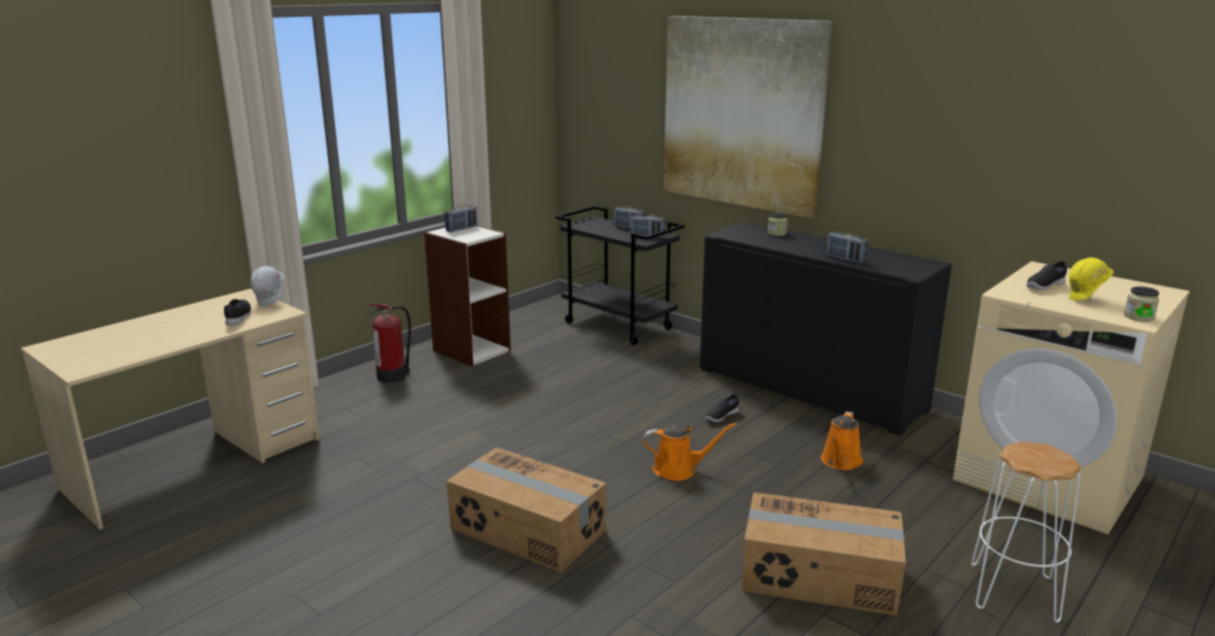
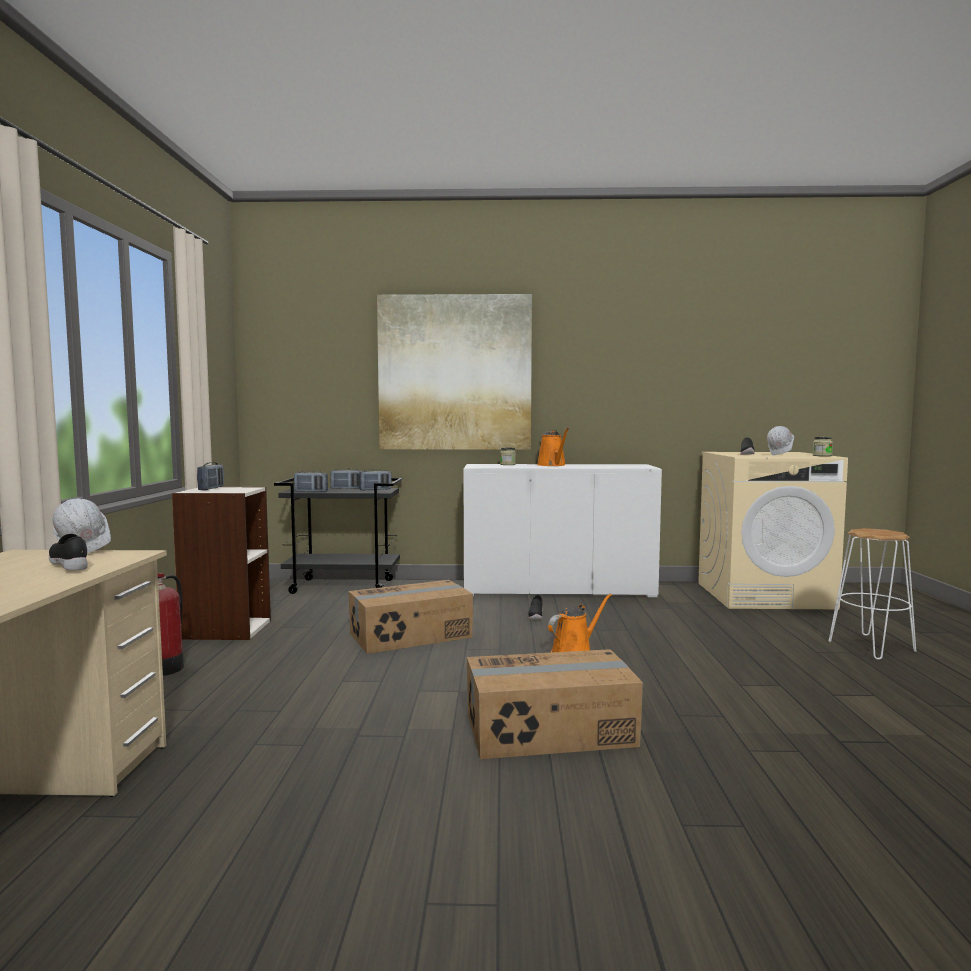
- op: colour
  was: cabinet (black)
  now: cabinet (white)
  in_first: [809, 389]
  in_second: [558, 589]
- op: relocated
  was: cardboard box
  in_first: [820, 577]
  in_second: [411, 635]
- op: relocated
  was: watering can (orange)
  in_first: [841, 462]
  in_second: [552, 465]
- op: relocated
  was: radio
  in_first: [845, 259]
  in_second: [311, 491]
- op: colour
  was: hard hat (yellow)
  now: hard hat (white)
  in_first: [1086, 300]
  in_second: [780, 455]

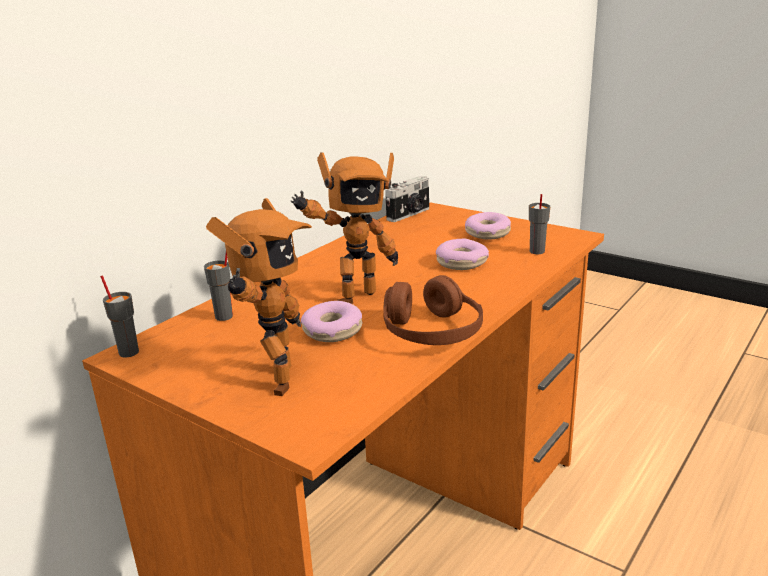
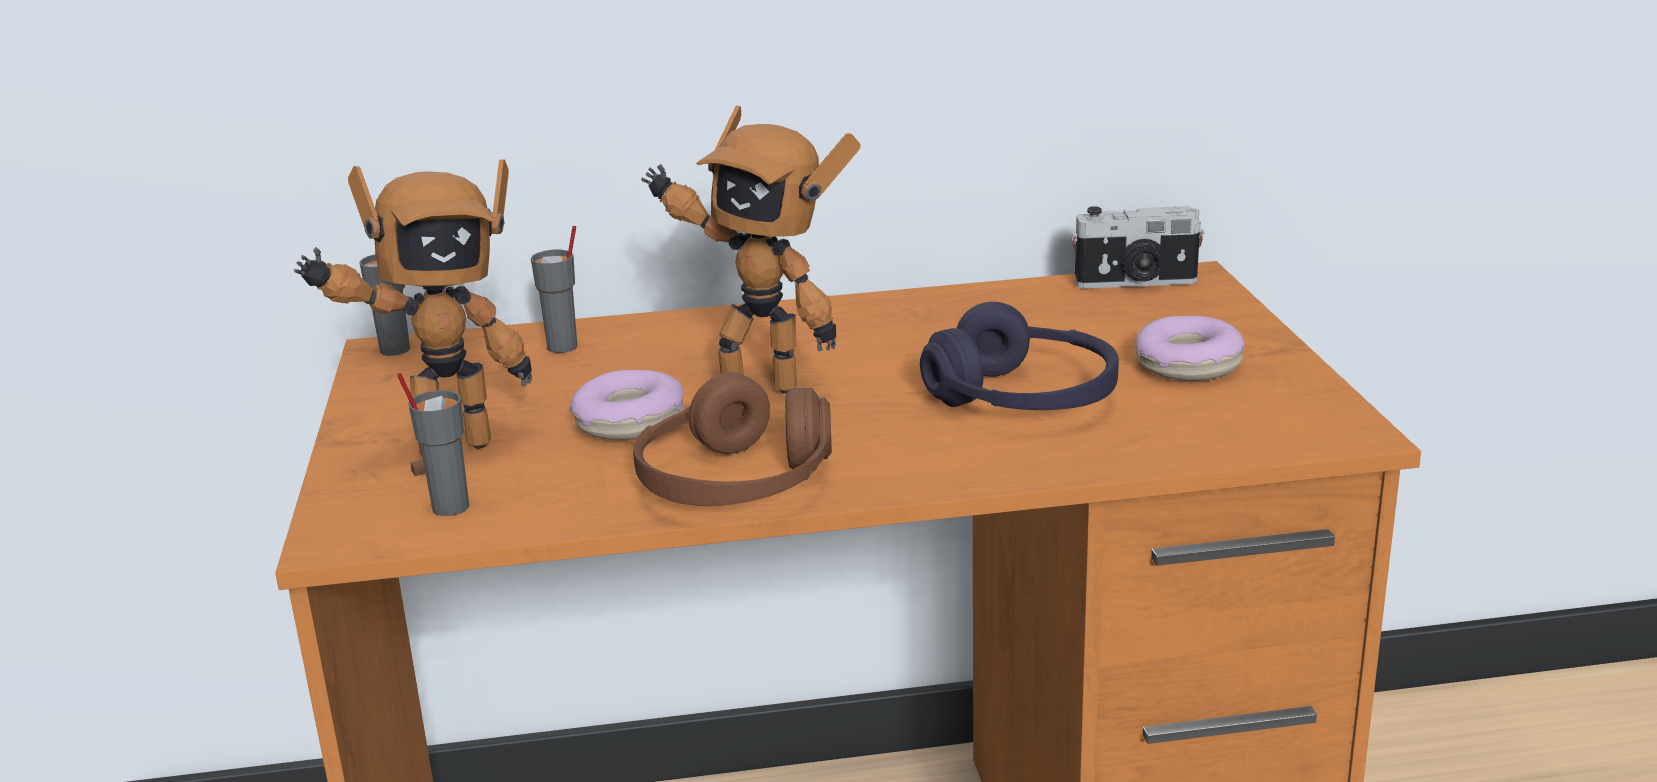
- op: exchanged
  was: donut
  now: headphones (purple)
  in_first: [462, 263]
  in_second: [1022, 398]
- op: relocated
  was: cup (grey)
  in_first: [536, 251]
  in_second: [449, 507]

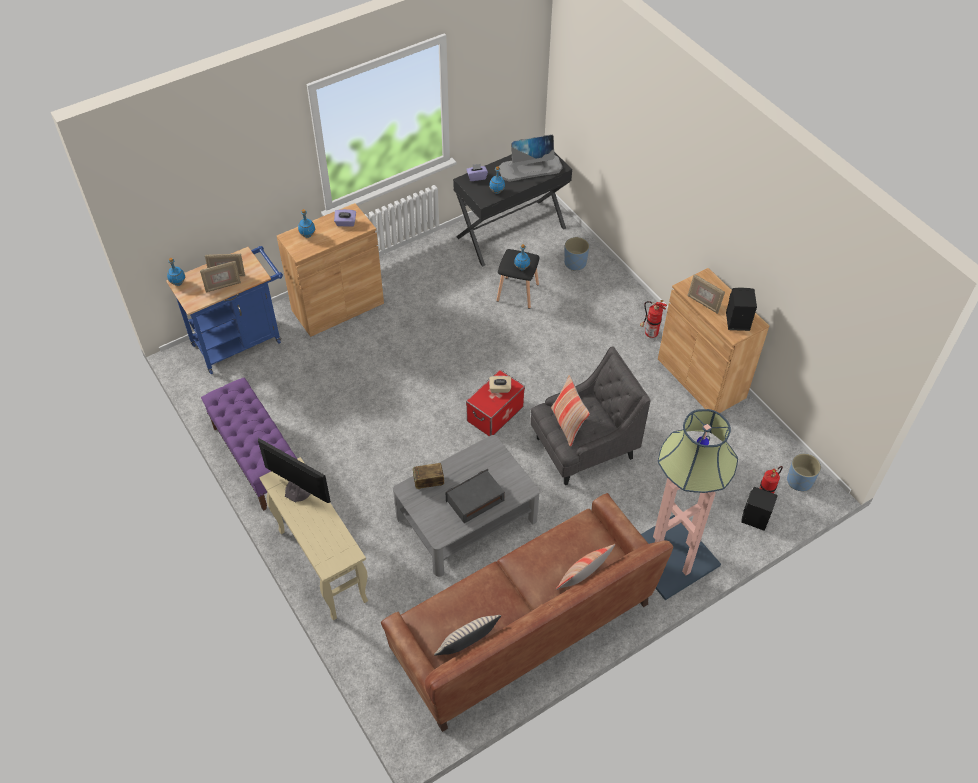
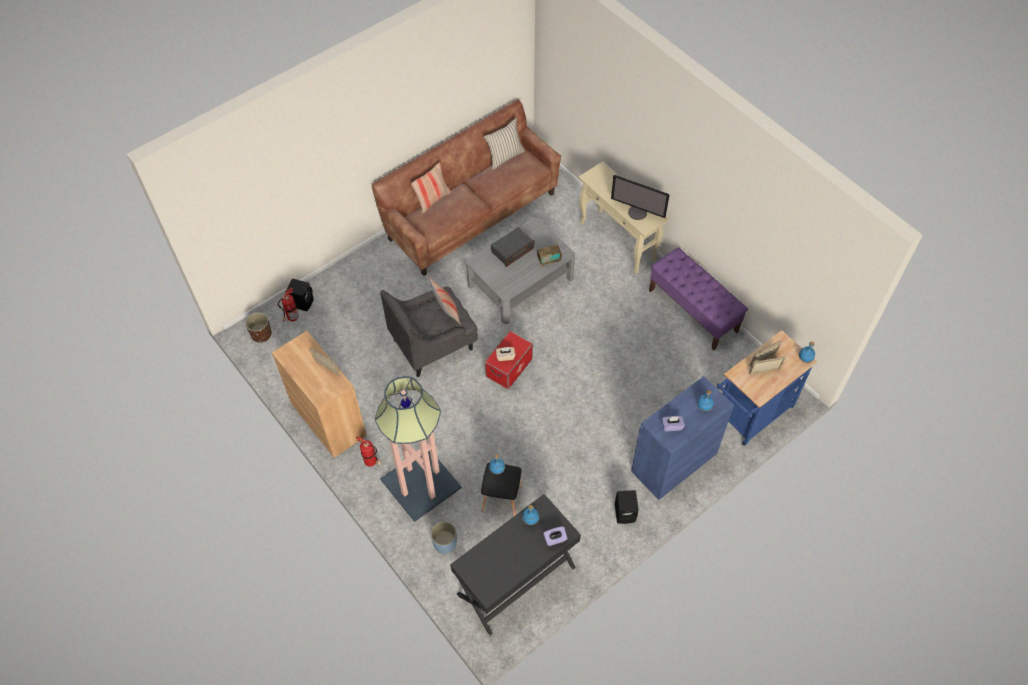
- op: colour
  was: cabinet (brown)
  now: cabinet (blue)
  in_first: [337, 307]
  in_second: [674, 462]
- op: missing
  was: monitor
  in_first: [530, 168]
- op: relocated
  was: floor lamp
  in_first: [670, 556]
  in_second: [421, 483]
- op: relocated
  was: speaker (black)
  in_first: [736, 321]
  in_second: [626, 513]
- op: colour
  was: planter (blue)
  now: planter (brown)
  in_first: [799, 481]
  in_second: [261, 334]

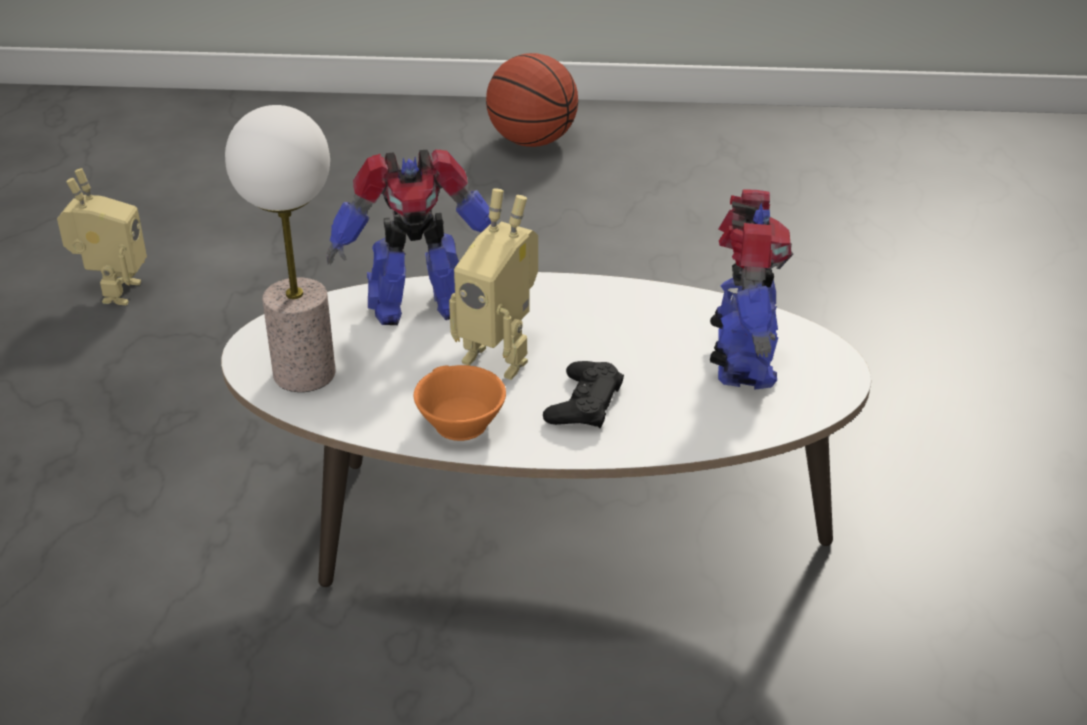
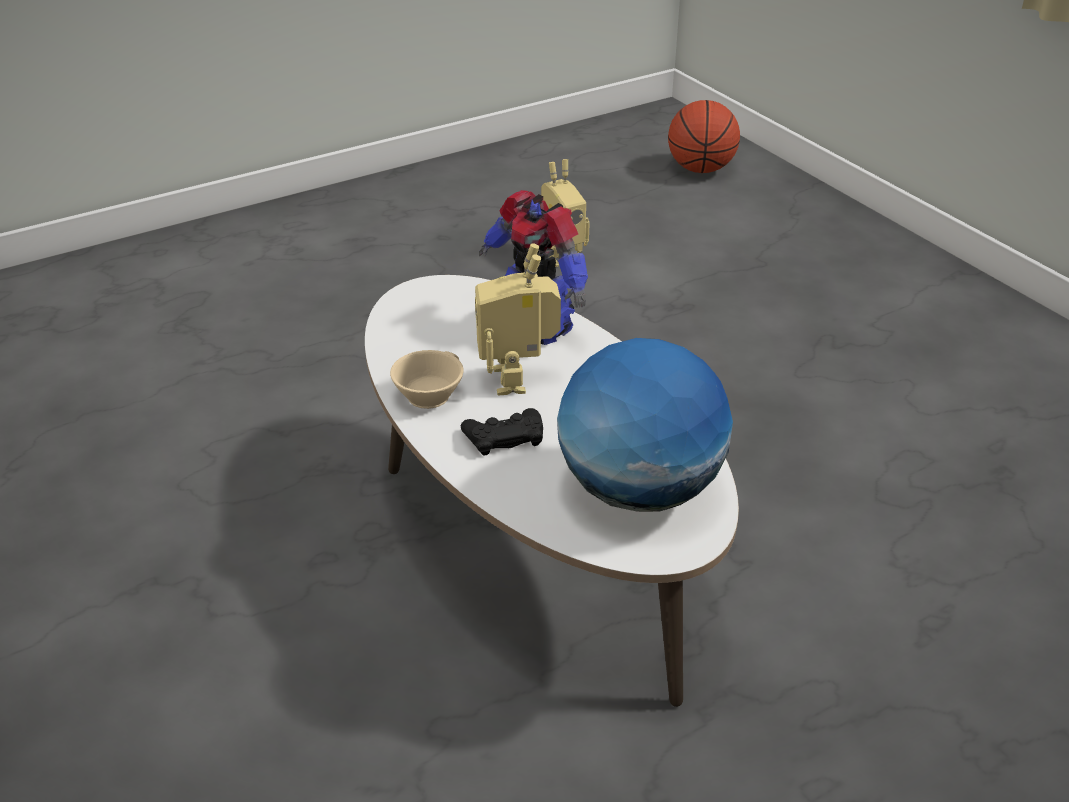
- op: missing
  was: table lamp
  in_first: [304, 373]
- op: colour
  was: cup (orange)
  now: cup (beige)
  in_first: [456, 422]
  in_second: [427, 393]
- op: relocated
  was: basketball
  in_first: [532, 141]
  in_second: [700, 169]
- op: exchanged
  was: toy robot
  now: globe
  in_first: [742, 361]
  in_second: [638, 490]

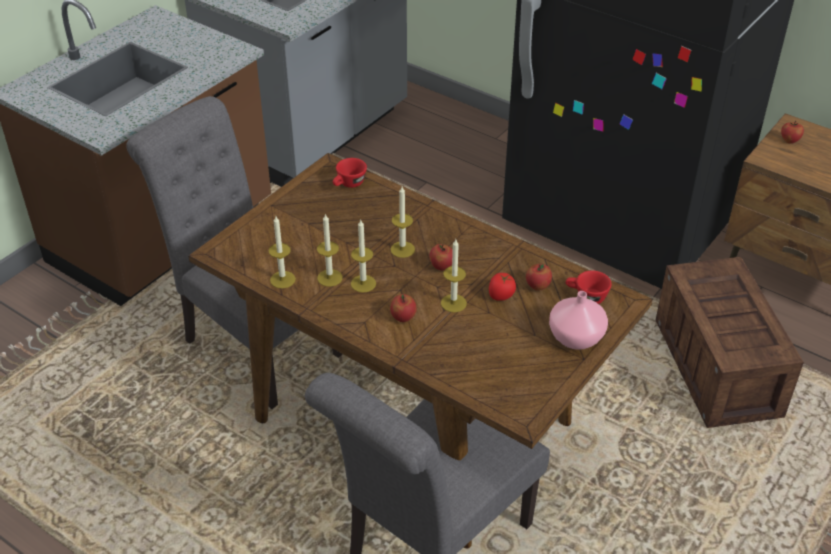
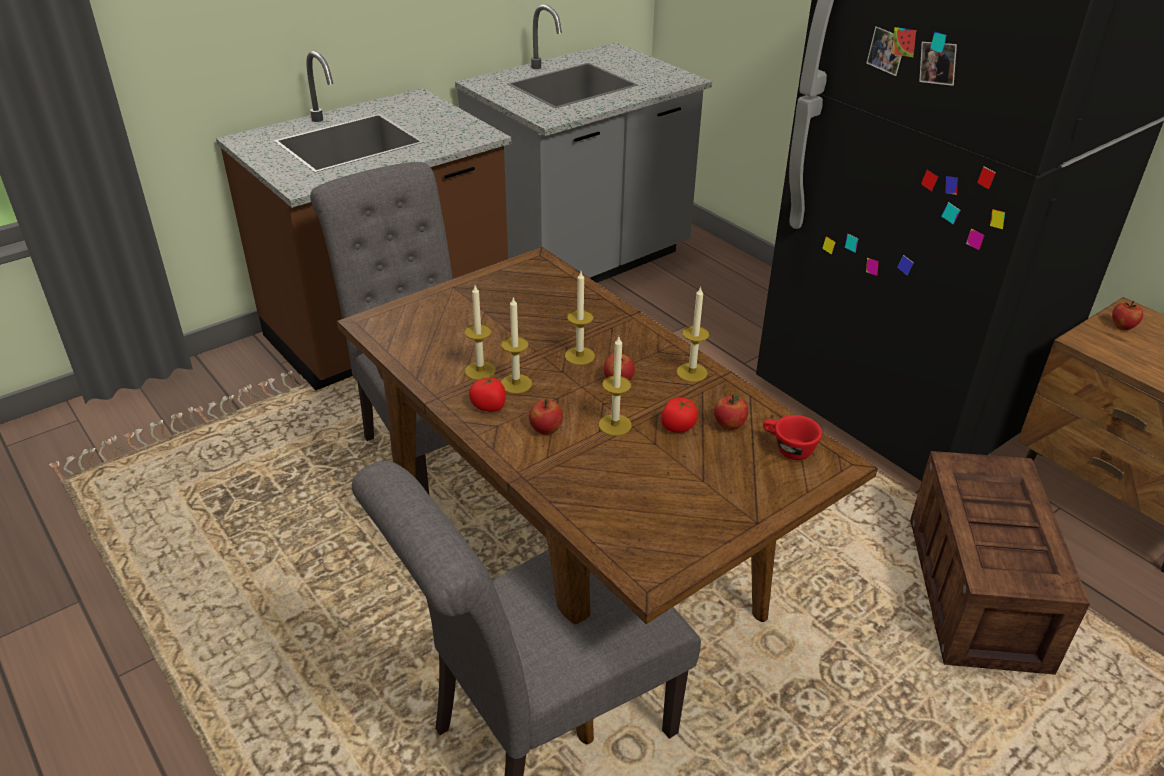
- op: relocated
  was: candle
  in_first: [282, 279]
  in_second: [692, 372]
- op: missing
  was: cup (red)
  in_first: [349, 184]
- op: missing
  was: vase (pink)
  in_first: [576, 337]
- op: appeared
  now: tomato
  in_second: [489, 406]

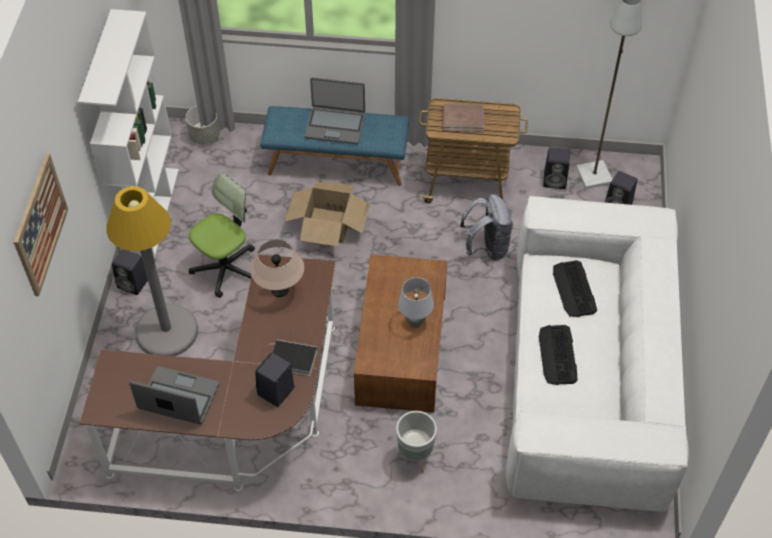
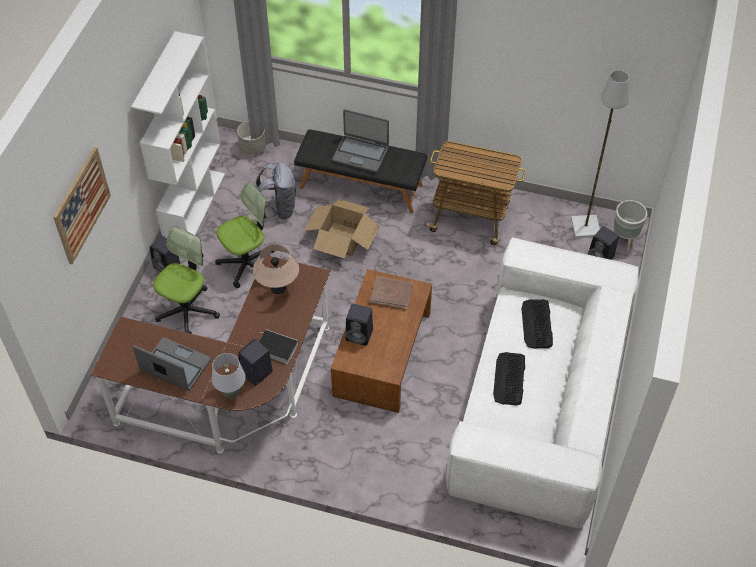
- op: exchanged
  was: floor lamp (grey)
  now: office chair
  in_first: [167, 331]
  in_second: [187, 310]
- op: colour
  was: bench (blue)
  now: bench (black)
  in_first: [337, 163]
  in_second: [361, 186]
- op: relocated
  was: planter (grey)
  in_first: [414, 458]
  in_second: [623, 241]
- op: relocated
  was: table lamp (grey)
  in_first: [415, 322]
  in_second: [231, 394]
- op: relocated
  was: book (brown)
  in_first: [463, 119]
  in_second: [391, 294]
- op: relocated
  was: backpack (grey)
  in_first: [486, 248]
  in_second: [279, 208]
- op: relocated
  was: speaker (black)
  in_first: [555, 180]
  in_second: [360, 335]

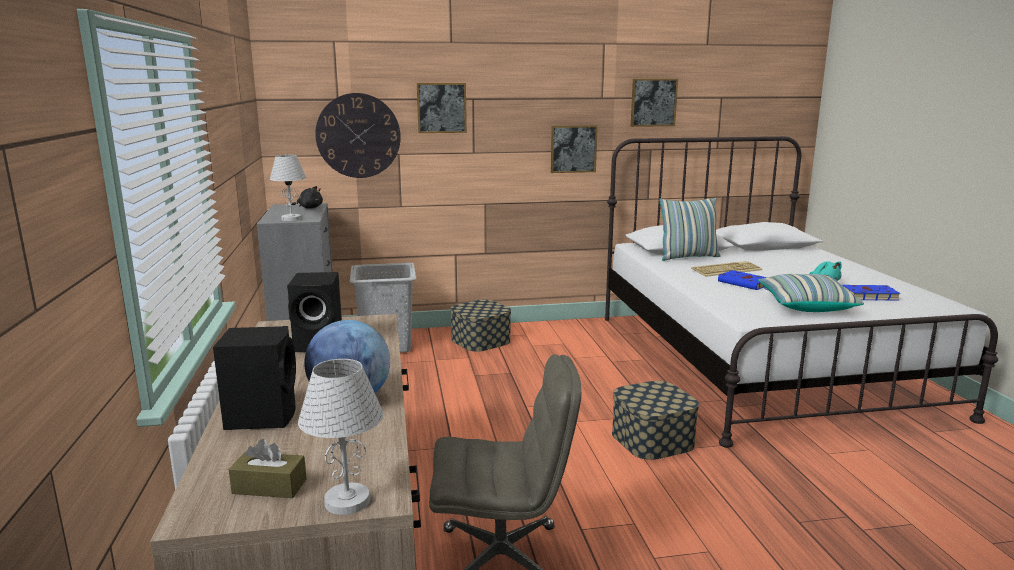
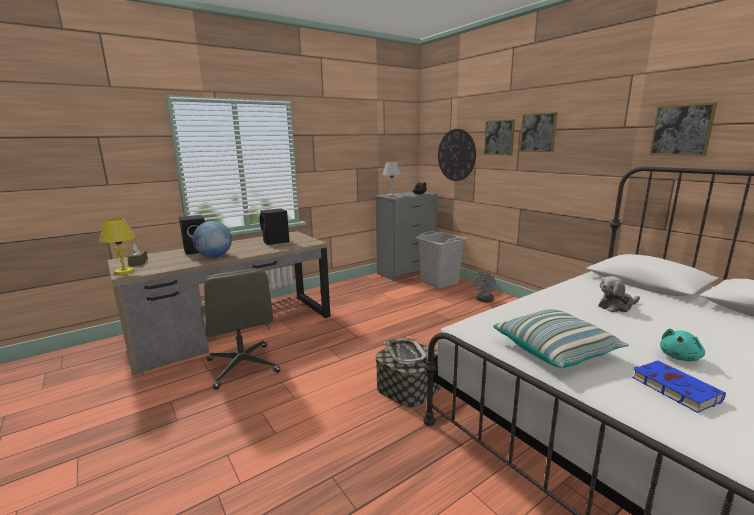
- op: colour
  was: table lamp (white)
  now: table lamp (yellow)
  in_first: [348, 500]
  in_second: [125, 272]
- op: exchanged
  was: storage box
  now: fan (grey)
  in_first: [480, 340]
  in_second: [484, 300]
- op: relocated
  was: picture
  in_first: [573, 149]
  in_second: [538, 132]
- op: missing
  was: pillow
  in_first: [688, 257]
- op: exchanged
  was: keyboard
  now: plush toy
  in_first: [726, 270]
  in_second: [616, 306]
- op: missing
  was: book (blue)
  in_first: [745, 284]
- op: appeared
  now: tray
  in_second: [404, 353]

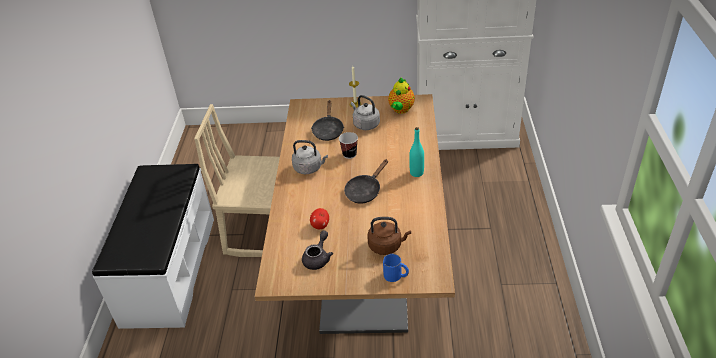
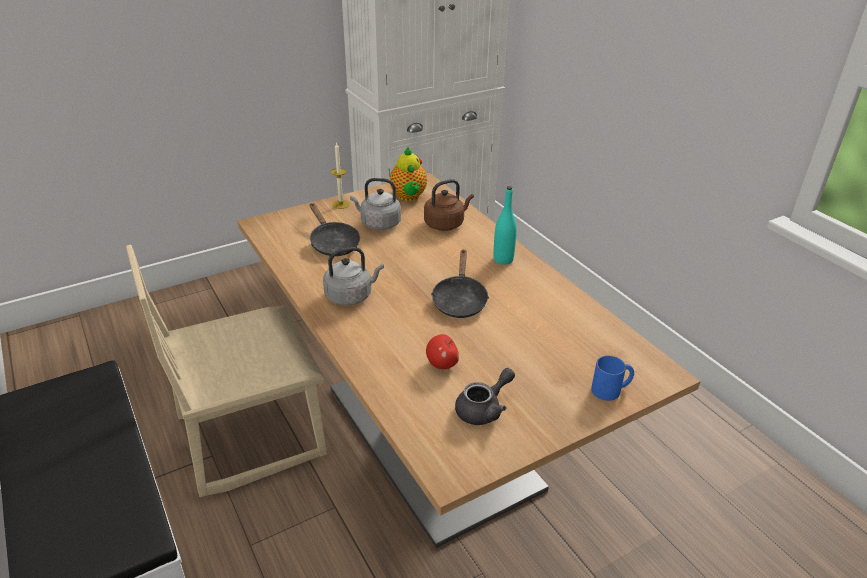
- op: spun
  was: teapot (grey)
  in_first: [318, 258]
  in_second: [484, 409]
  clockwise: 60
- op: missing
  was: cup
  in_first: [349, 154]
- op: relocated
  was: kettle (brown)
  in_first: [387, 246]
  in_second: [446, 224]

